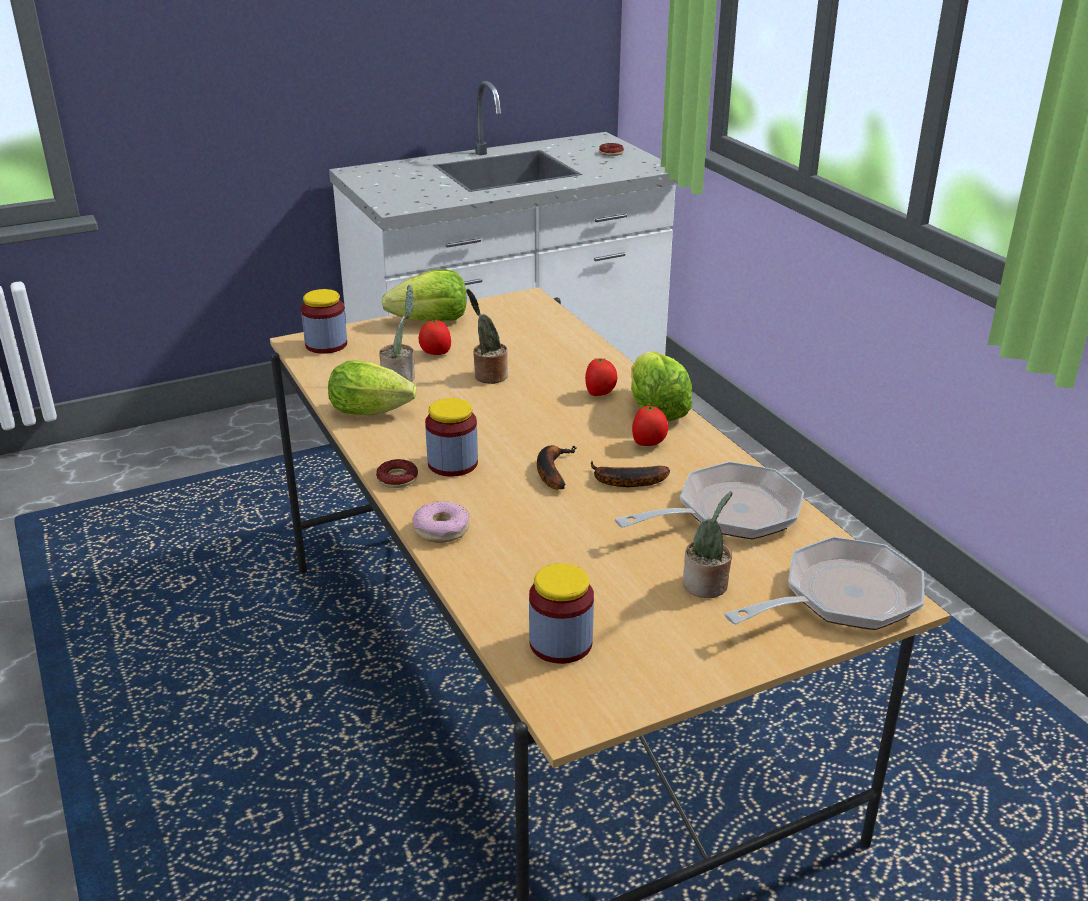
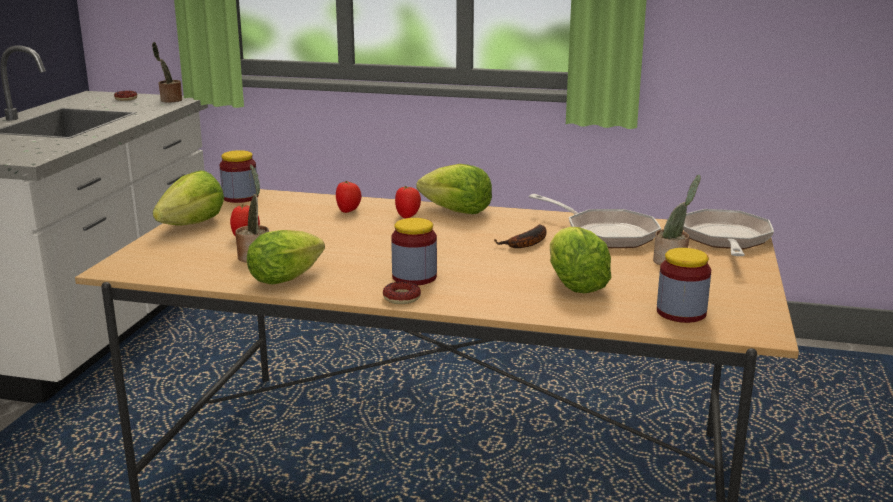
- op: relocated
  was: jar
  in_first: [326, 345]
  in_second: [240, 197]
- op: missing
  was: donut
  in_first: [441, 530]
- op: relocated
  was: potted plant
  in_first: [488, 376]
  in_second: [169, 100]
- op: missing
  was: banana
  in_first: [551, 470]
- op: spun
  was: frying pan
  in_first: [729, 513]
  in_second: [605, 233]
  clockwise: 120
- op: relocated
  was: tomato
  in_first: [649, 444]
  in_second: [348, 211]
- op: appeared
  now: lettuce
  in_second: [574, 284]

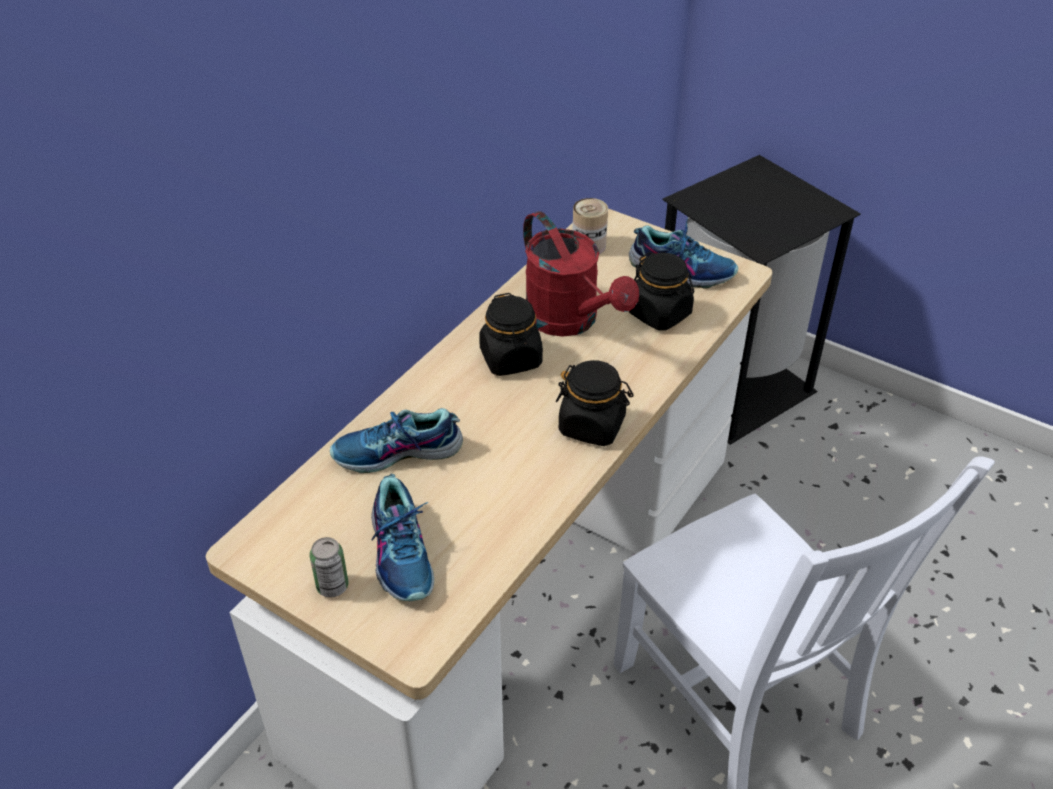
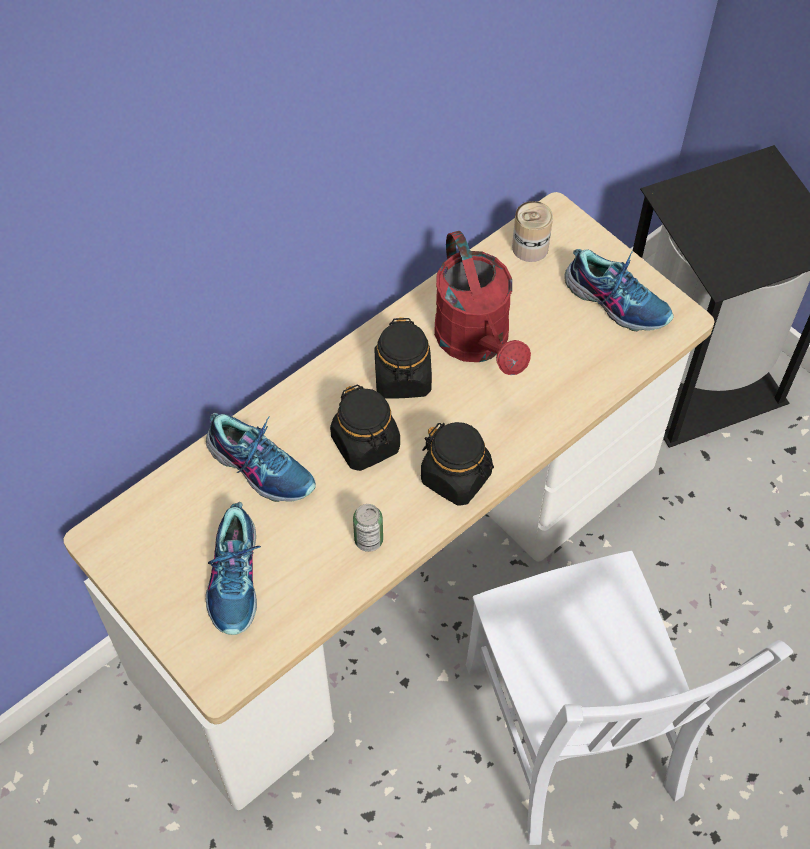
- op: relocated
  was: can
  in_first: [332, 586]
  in_second: [368, 540]
- op: spun
  was: shoe
  in_first: [398, 453]
  in_second: [261, 466]
  clockwise: -150
- op: relocated
  was: jar (black)
  in_first: [660, 314]
  in_second: [366, 444]

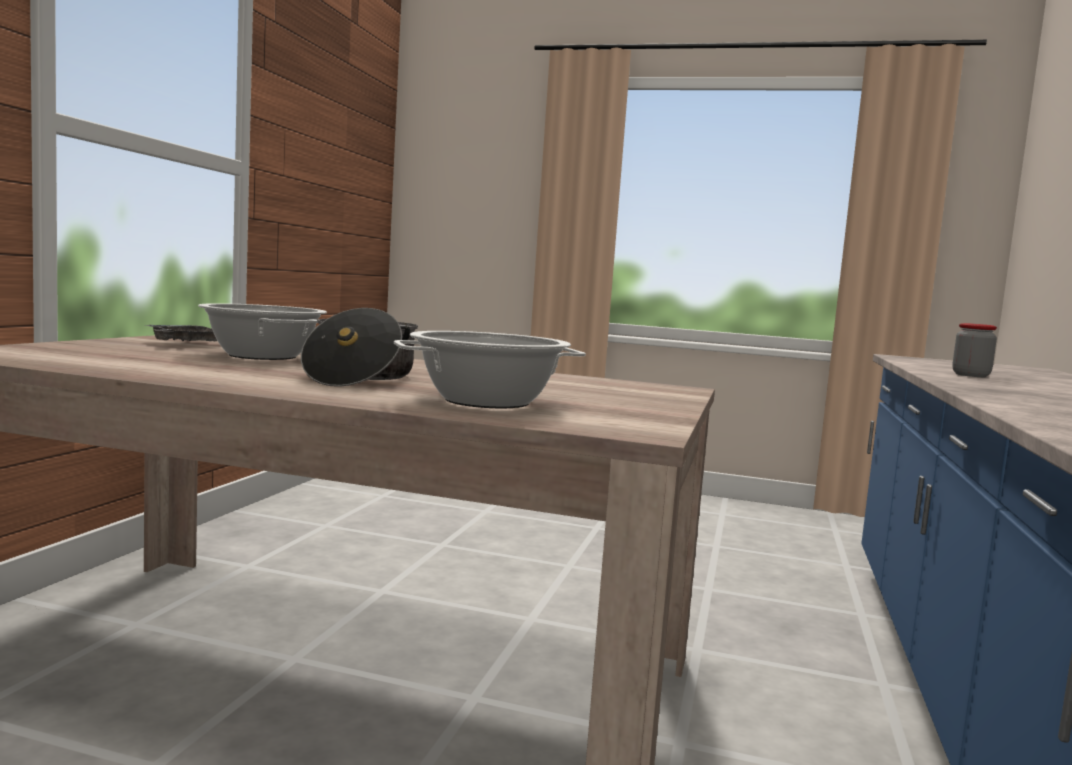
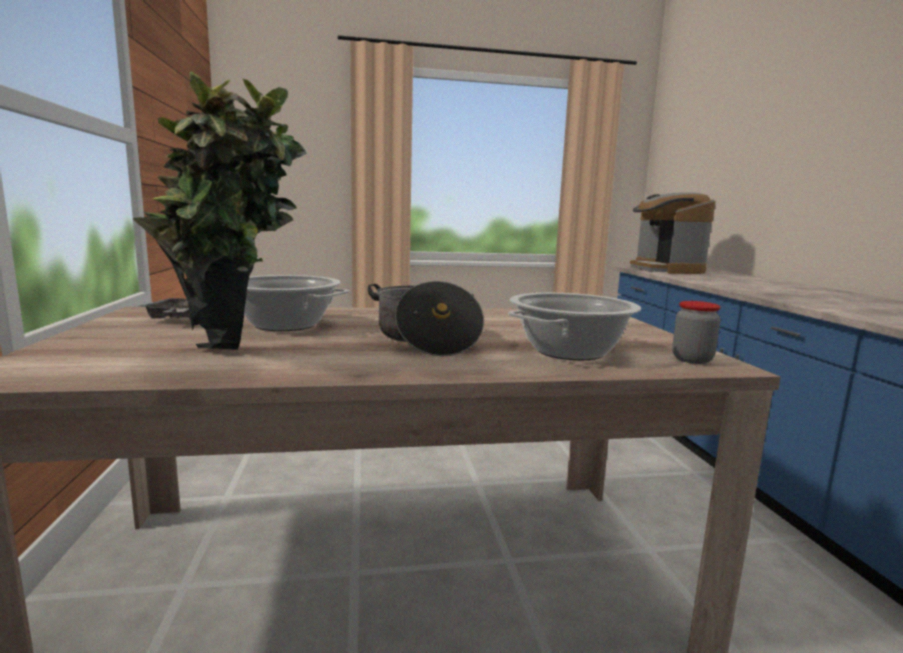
- op: relocated
  was: jar
  in_first: [970, 375]
  in_second: [692, 359]
- op: appeared
  now: potted plant
  in_second: [233, 359]
- op: appeared
  now: coffee machine
  in_second: [666, 270]

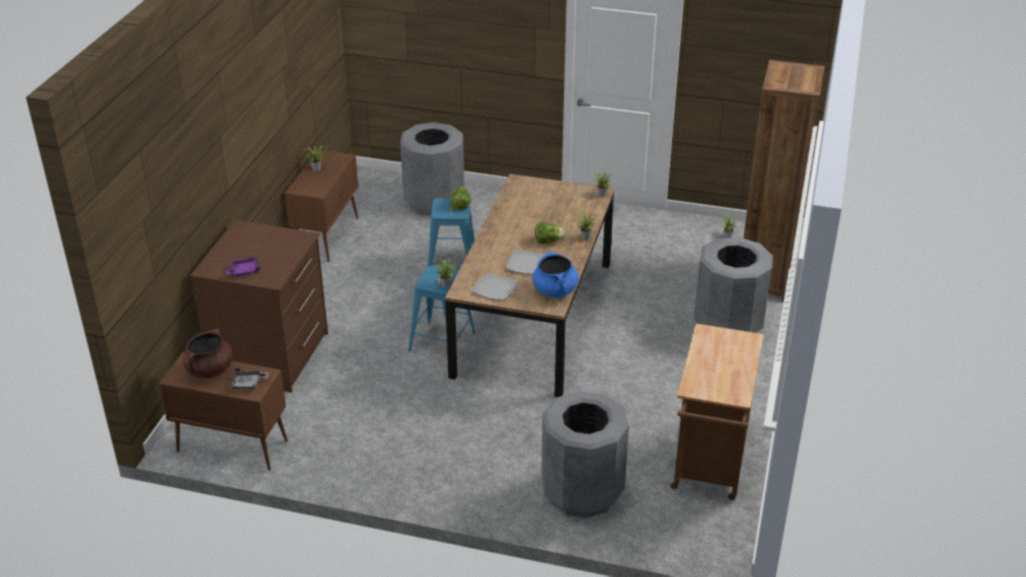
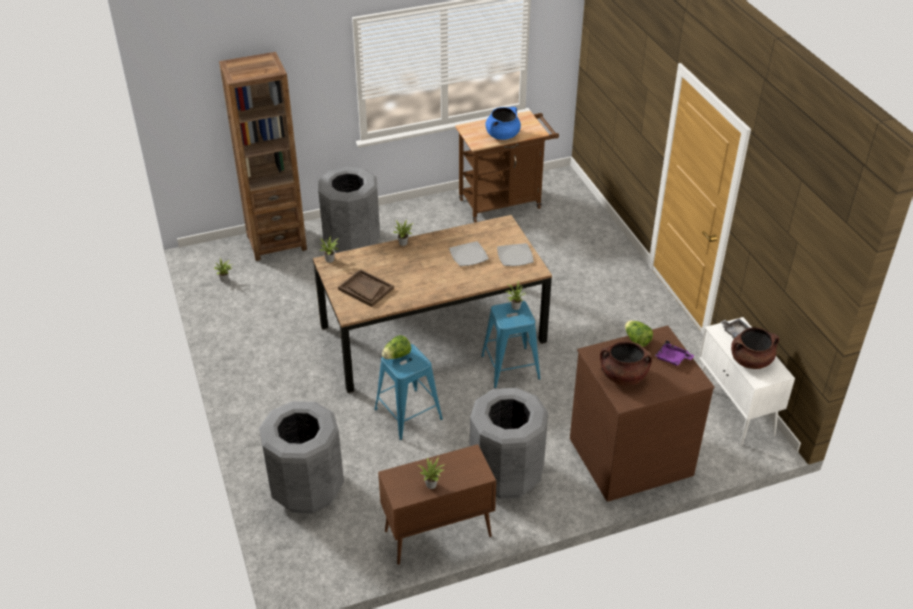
- op: colour
  was: cabinet (brown)
  now: cabinet (white)
  in_first: [231, 446]
  in_second: [735, 410]
- op: relocated
  was: cooking pot (blue)
  in_first: [555, 291]
  in_second: [502, 135]
- op: relocated
  was: lettuce
  in_first: [548, 241]
  in_second: [636, 340]
- op: relocated
  was: trash can (grey)
  in_first: [582, 492]
  in_second: [506, 474]
- op: appeared
  now: tray (brown)
  in_second: [365, 289]
- op: appeared
  now: cooking pot (brown)
  in_second: [623, 376]

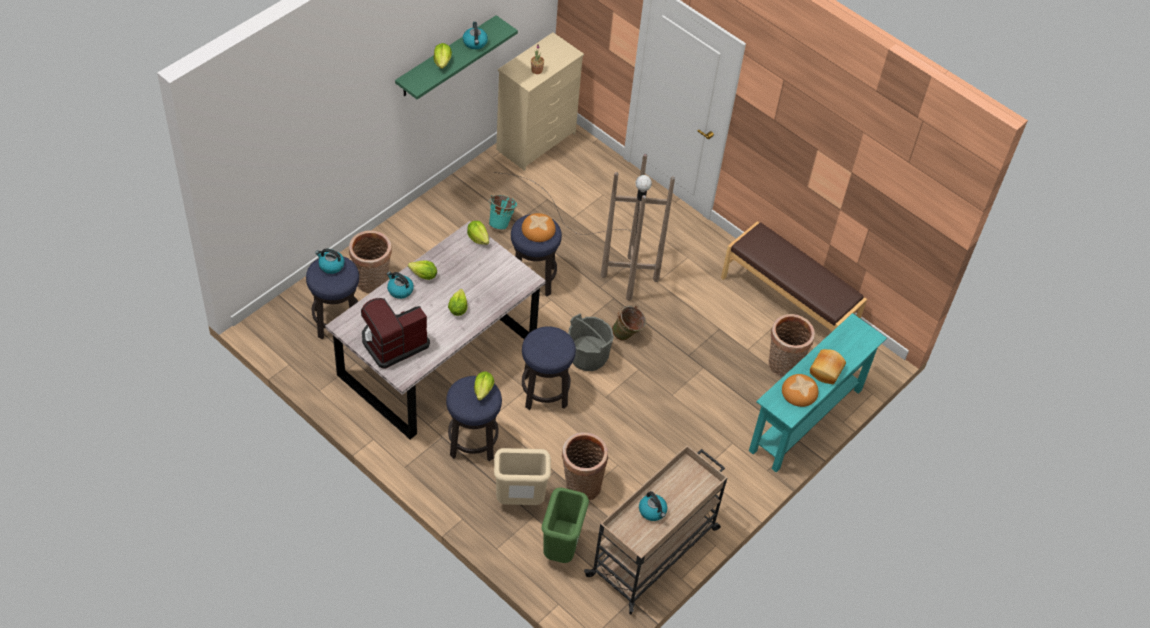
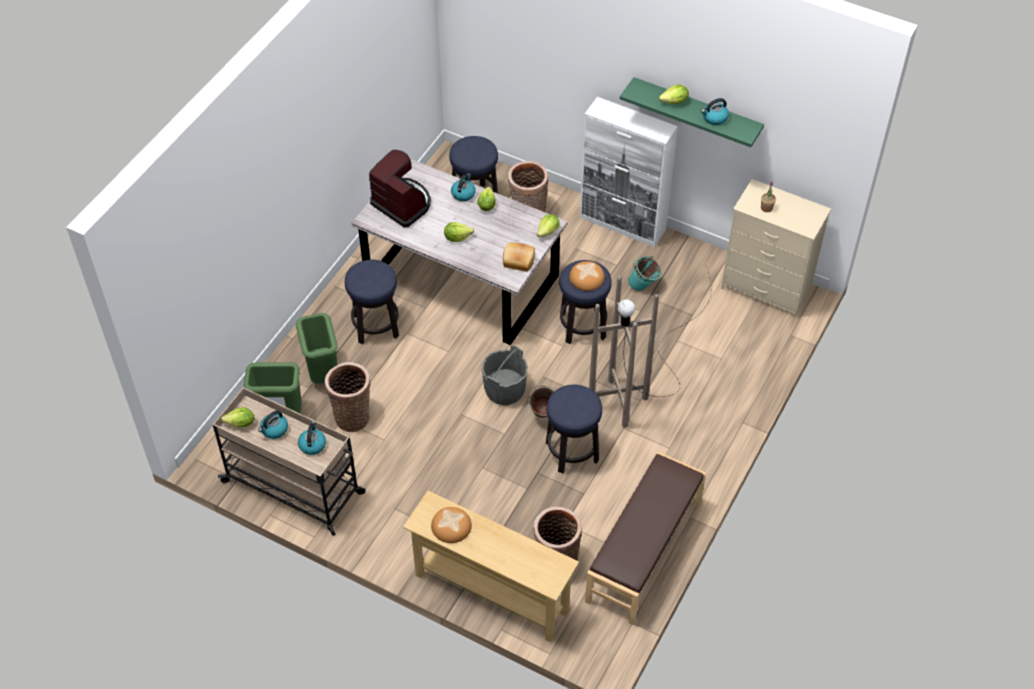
- op: relocated
  was: kettle
  in_first: [331, 265]
  in_second: [312, 444]
- op: relocated
  was: lettuce
  in_first: [483, 390]
  in_second: [241, 424]
- op: colour
  was: trash can (beige)
  now: trash can (green)
  in_first: [519, 501]
  in_second: [322, 374]
- op: relocated
  was: stool
  in_first: [545, 392]
  in_second: [572, 451]
- op: colour
  was: console table (turquoise)
  now: console table (beige)
  in_first: [806, 420]
  in_second: [491, 594]
- op: relocated
  was: bread
  in_first: [827, 371]
  in_second: [518, 261]
- op: appeared
  now: cabinet (white)
  in_second: [622, 224]

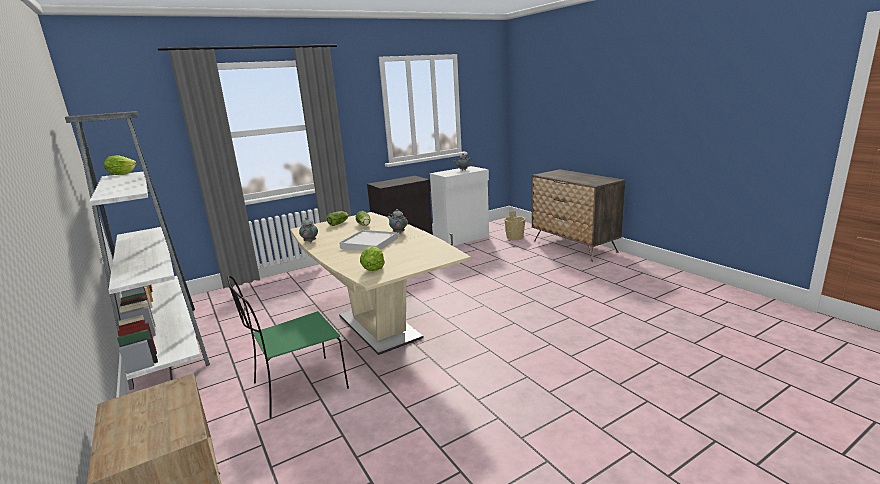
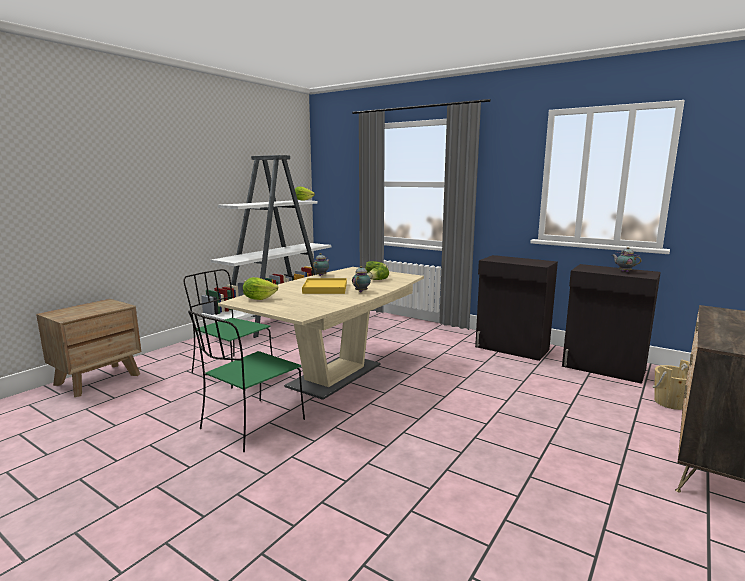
- op: colour
  was: tray (white)
  now: tray (yellow)
  in_first: [369, 243]
  in_second: [325, 288]
- op: colour
  was: cabinet (white)
  now: cabinet (black)
  in_first: [462, 238]
  in_second: [603, 368]
- op: appeared
  now: chair (green)
  in_second: [251, 425]

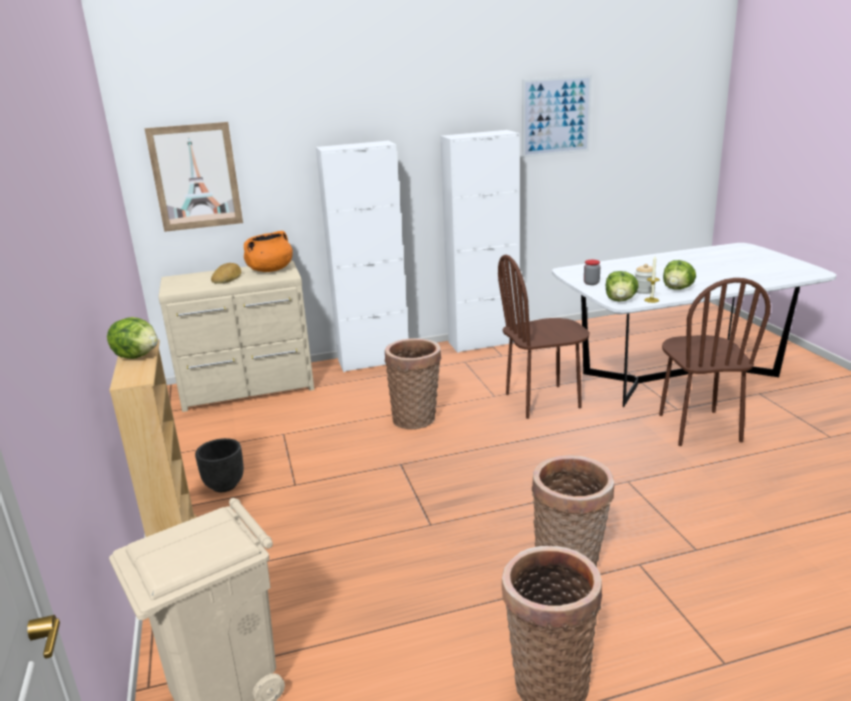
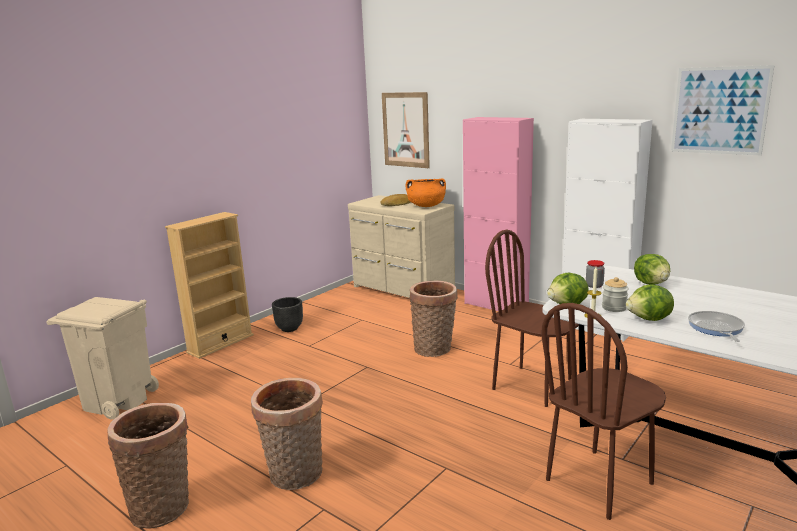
- op: relocated
  was: lettuce
  in_first: [137, 355]
  in_second: [651, 283]
- op: colour
  was: cabinet (white)
  now: cabinet (pink)
  in_first: [373, 361]
  in_second: [496, 305]
- op: appeared
  now: frying pan
  in_second: [716, 328]

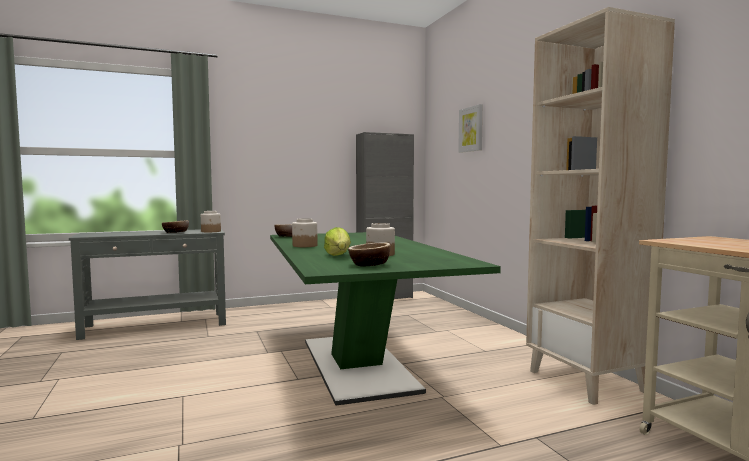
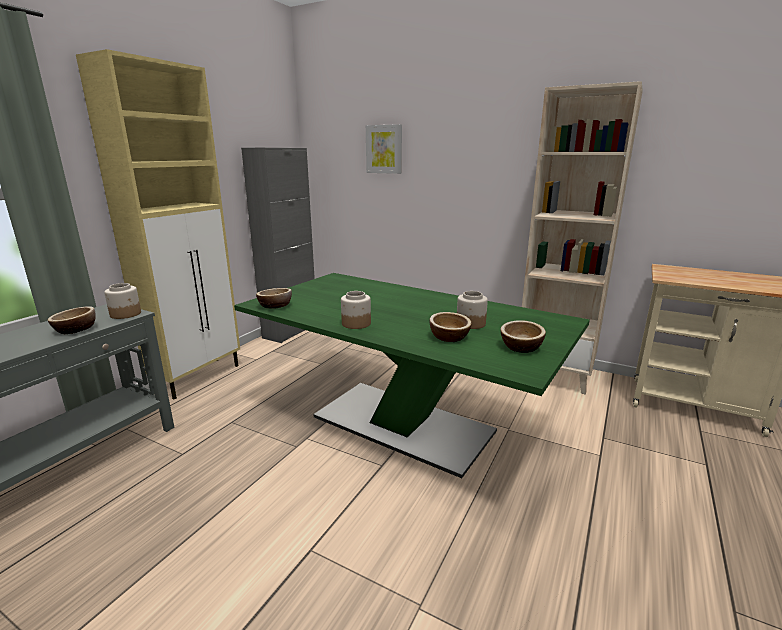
- op: exchanged
  was: lettuce
  now: bowl
  in_first: [338, 256]
  in_second: [449, 337]
- op: appeared
  now: cabinet (beige)
  in_second: [198, 377]

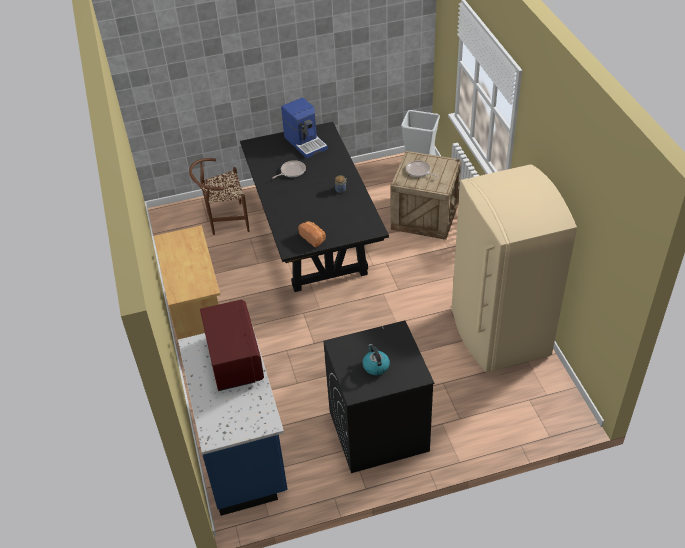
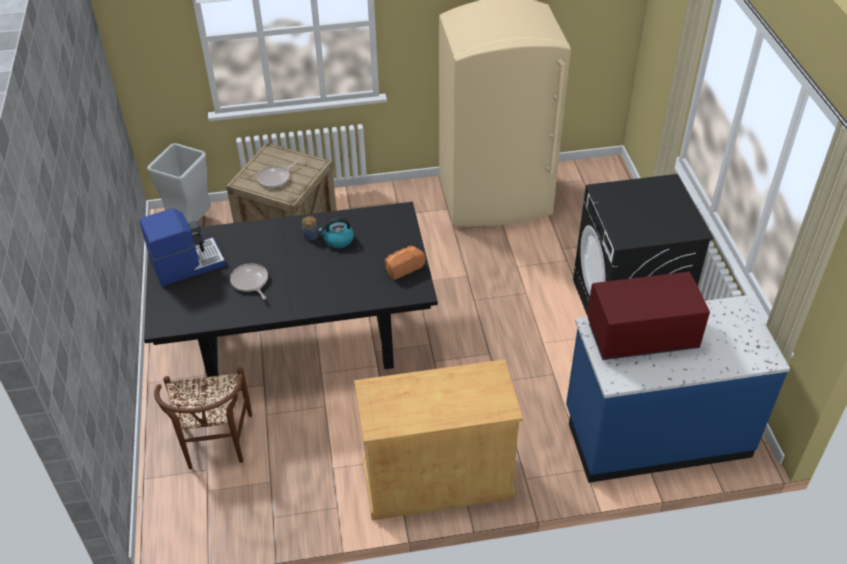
- op: relocated
  was: kettle
  in_first: [375, 366]
  in_second: [338, 240]

